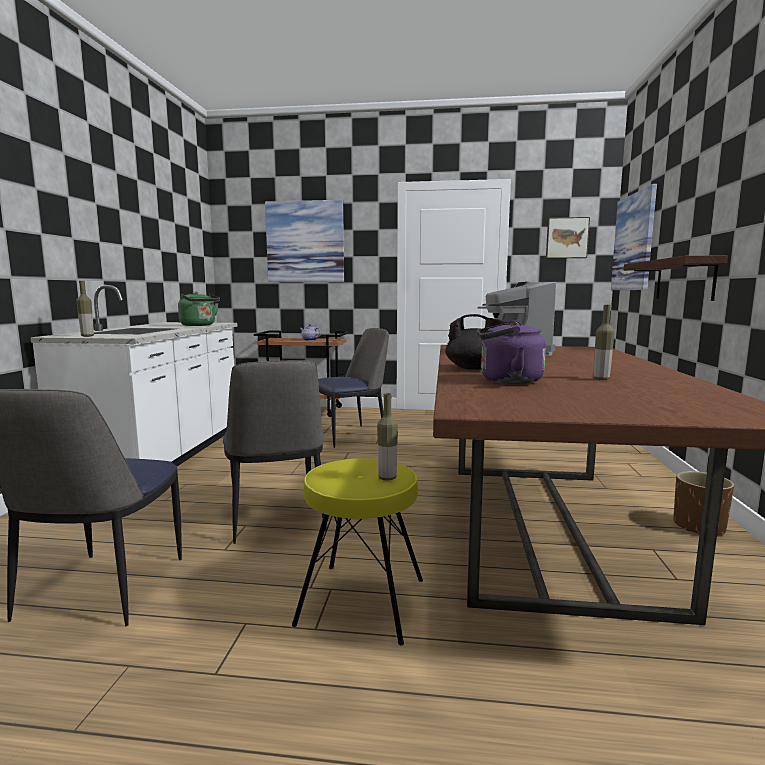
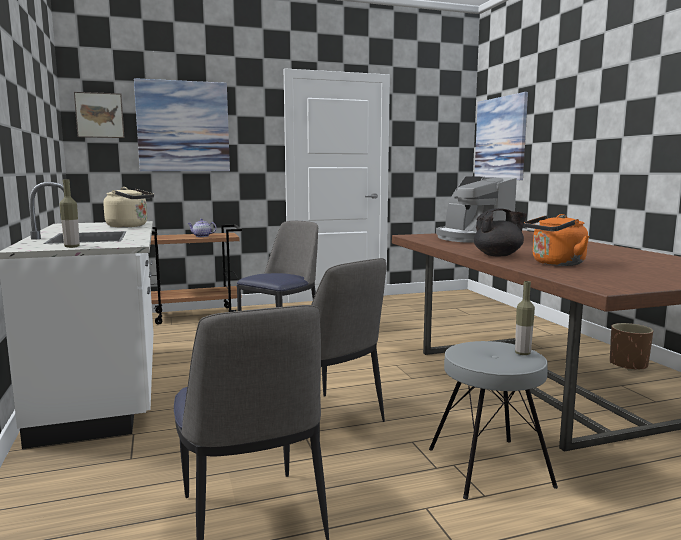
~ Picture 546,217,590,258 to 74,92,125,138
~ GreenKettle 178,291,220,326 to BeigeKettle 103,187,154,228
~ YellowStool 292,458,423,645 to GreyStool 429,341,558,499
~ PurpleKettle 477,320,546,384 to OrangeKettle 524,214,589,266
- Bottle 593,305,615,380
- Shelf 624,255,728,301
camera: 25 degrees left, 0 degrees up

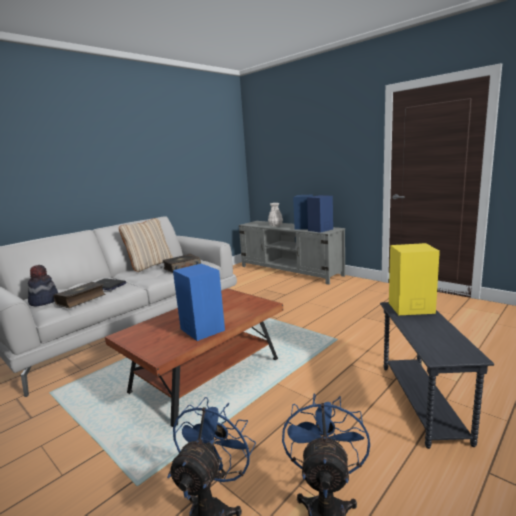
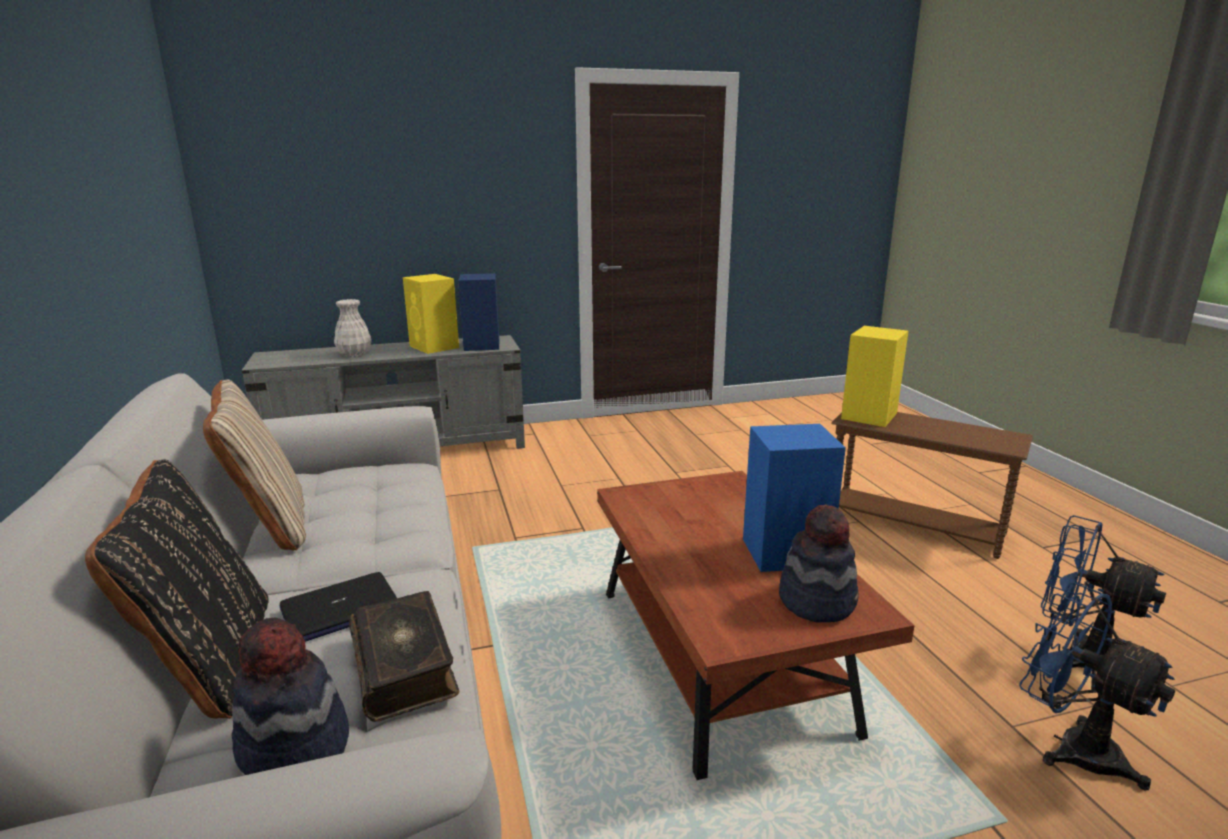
+ BlackPillow 85,460,269,719
~ BlueSpeaker 293,195,313,230 to YellowSpeaker 403,274,459,354
+ Hat 779,504,859,623
~ GreySideTable 380,302,494,449 to BrownSideTable 831,412,1033,559
- Book 162,254,201,273
camera: 60 degrees left, 5 degrees up

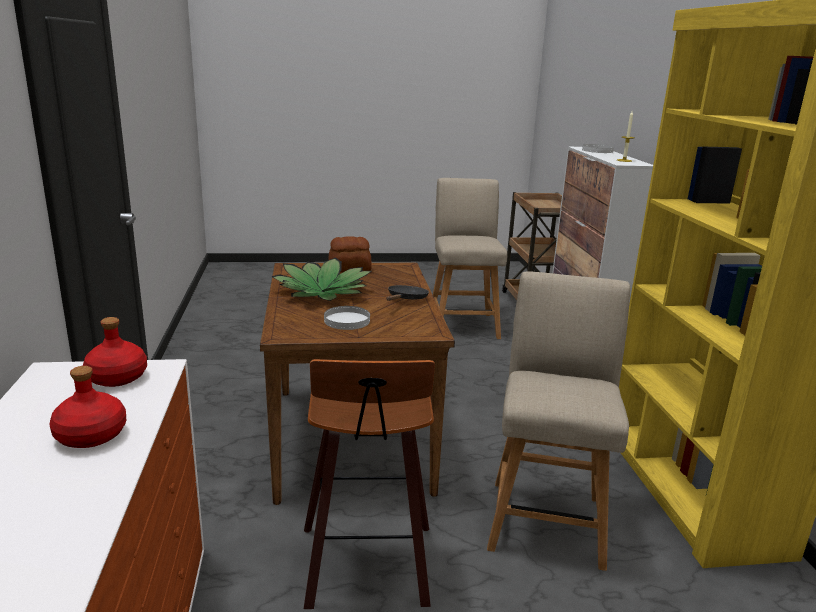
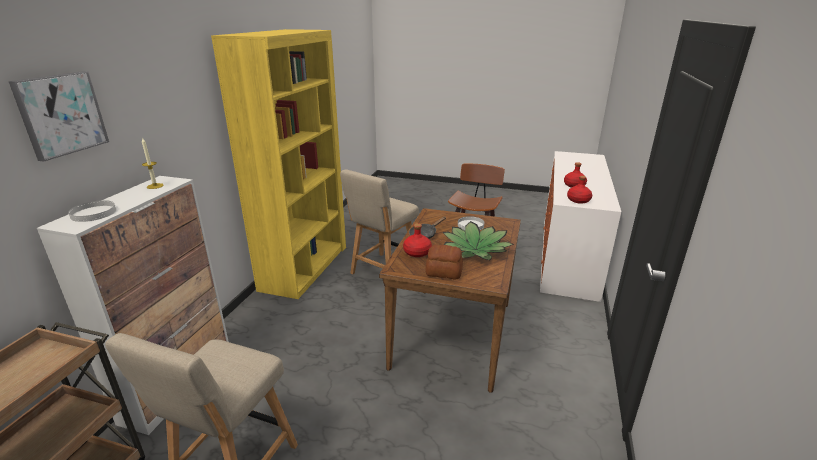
+ Picture 8,71,109,162
+ RedBottle 403,223,432,257
camera: 155 degrees left, 5 degrees up

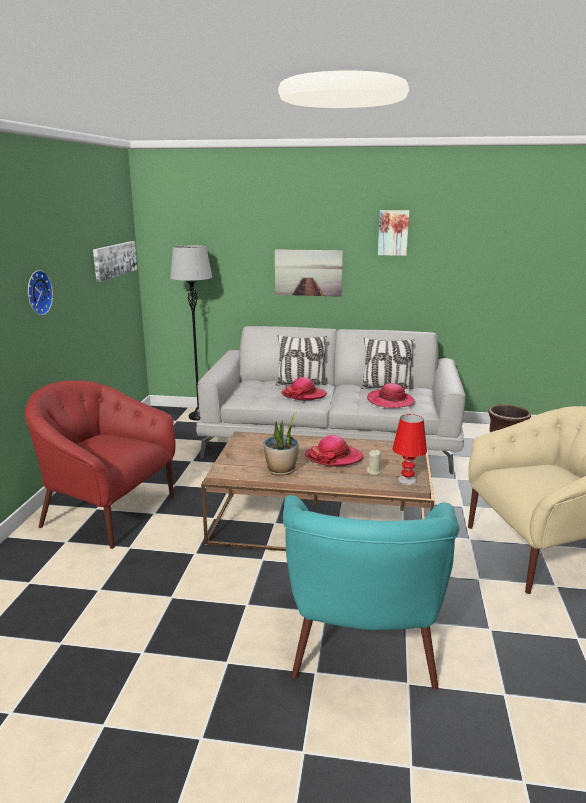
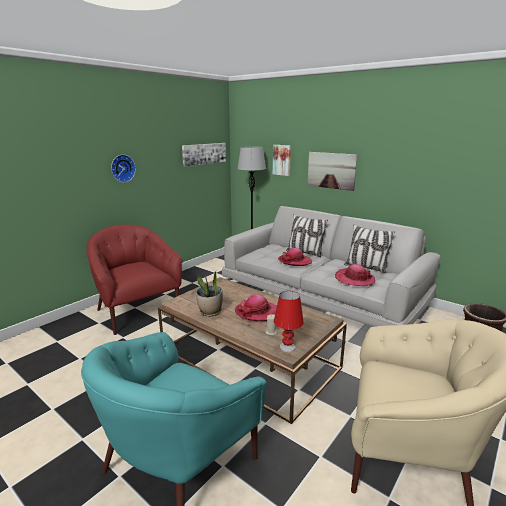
~ Picture 378,210,409,256 to 273,145,291,176
camera: 30 degrees right, 0 degrees up

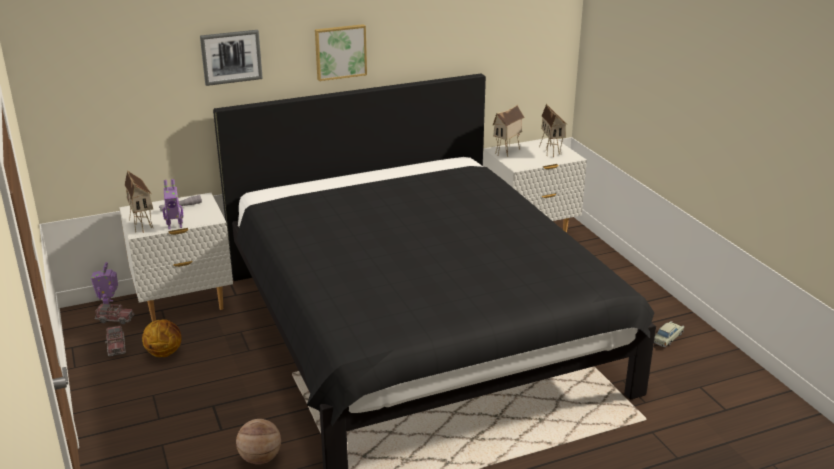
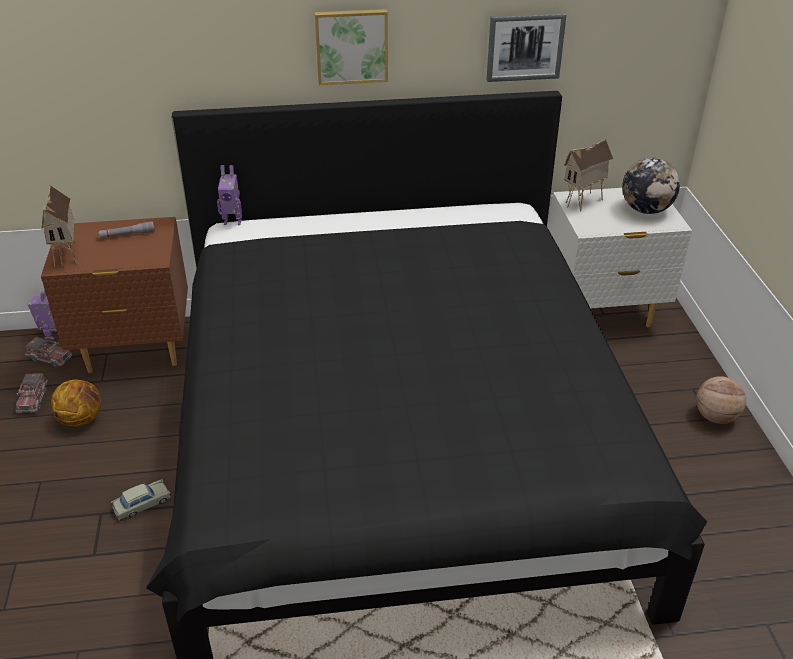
~ WhiteNightstand 119,193,233,322 to BrownNightstand 41,217,188,373
~ BeigeToyCar 654,321,684,347 to 110,479,171,521
~ ToyRobot 163,179,184,229 to 217,165,242,225
~ Picture 200,30,263,86 to 487,13,566,82
~ ToyHouse 539,103,568,157 to Globe 622,157,680,214
~ Basketball 236,419,281,464 to 696,376,746,424
camera: 15 degrees right, 10 degrees up

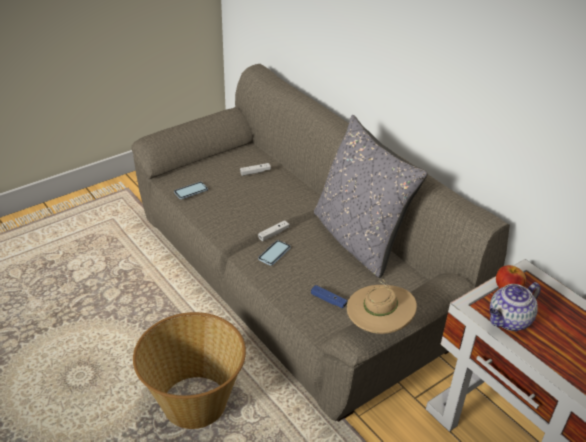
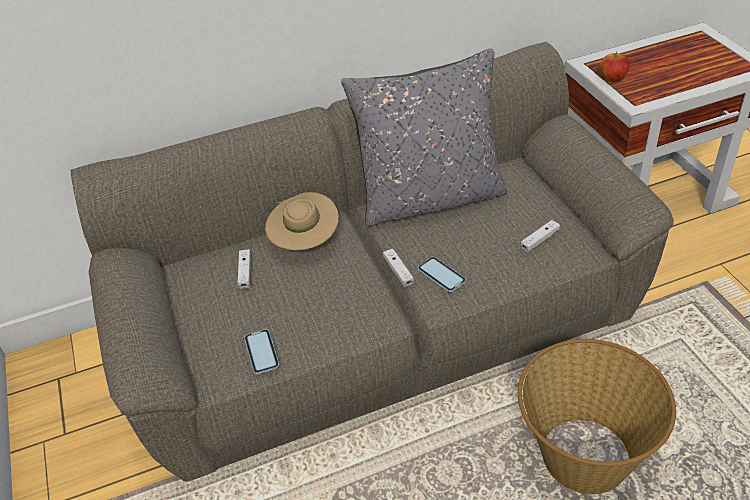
~ BeigeHat 347,279,417,334 to 265,192,339,250
~ BlueGameController 311,285,347,308 to WhiteGameController 521,220,560,252
- Teapot 490,282,541,331
camera: 70 degrees left, 5 degrees up

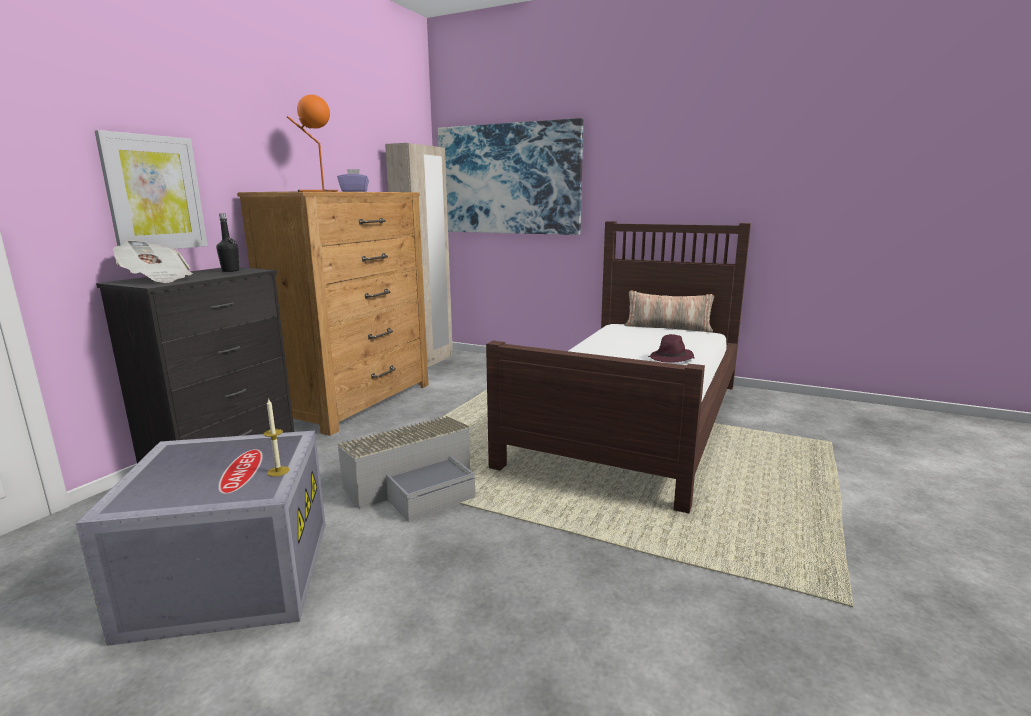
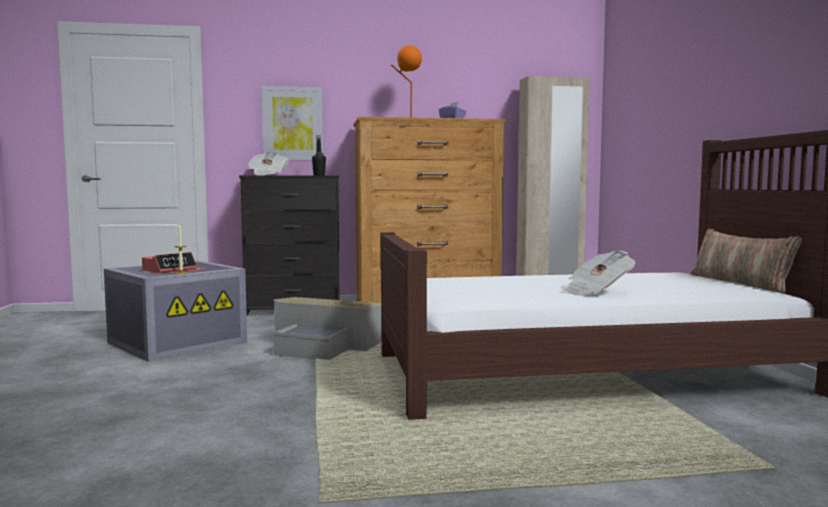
+ AlarmClock 142,252,197,273
~ PurpleHat 648,334,694,363 to Newspaper 562,251,636,294
- Picture 438,118,583,235
camera: 55 degrees right, 10 degrees down

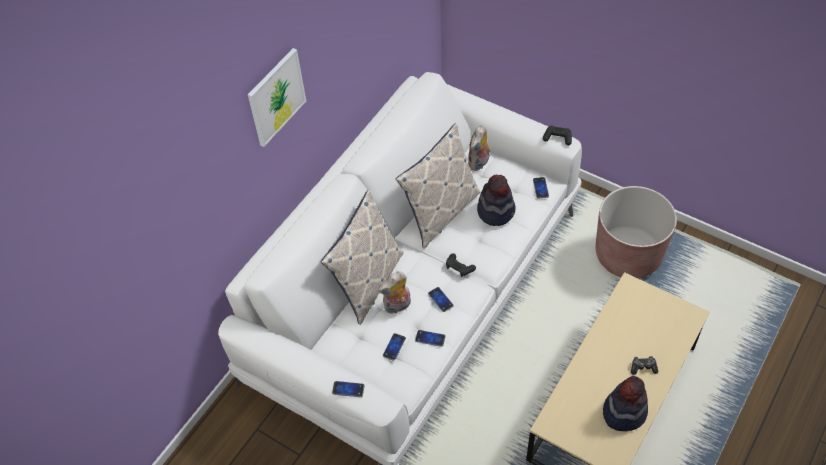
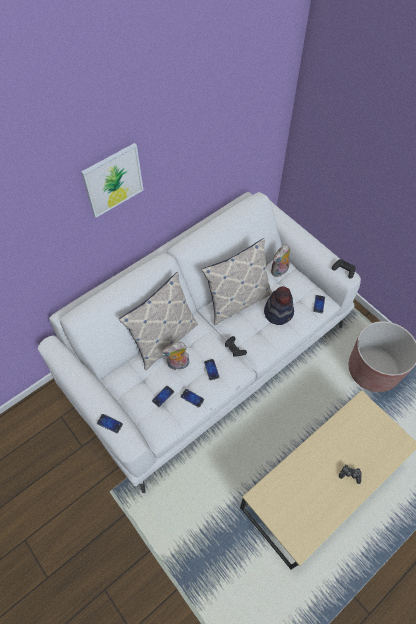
- Hat 603,376,648,431
camera: 15 degrees right, 5 degrees up

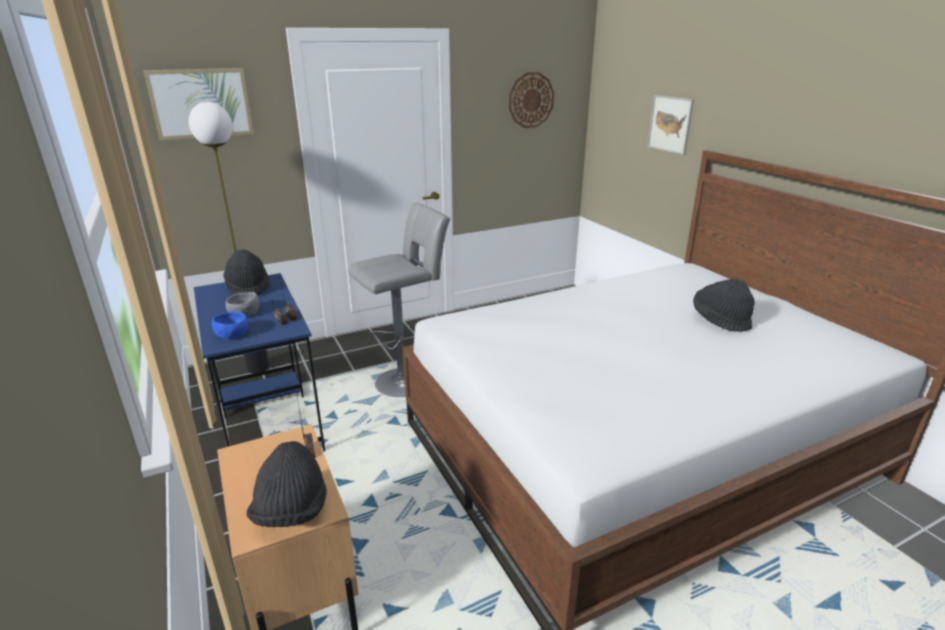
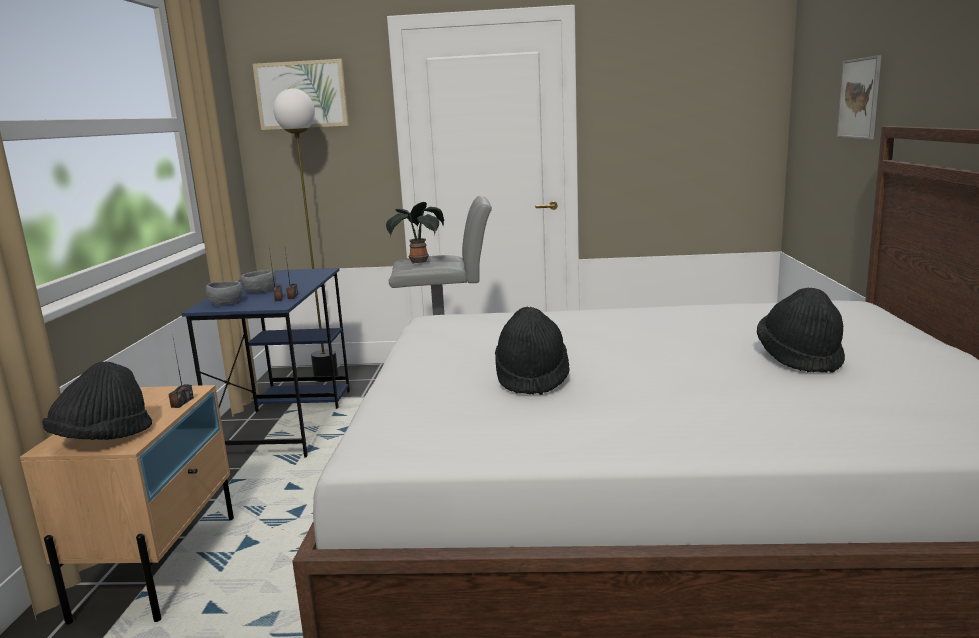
~ BlueBowl 212,311,249,340 to GreyBowl 206,281,243,306
+ PottedPlant 386,202,444,264
~ BlackHat 223,249,270,296 to 495,307,570,395
- WallClock 509,72,554,128
camera: 30 degrees right, 10 degrees down

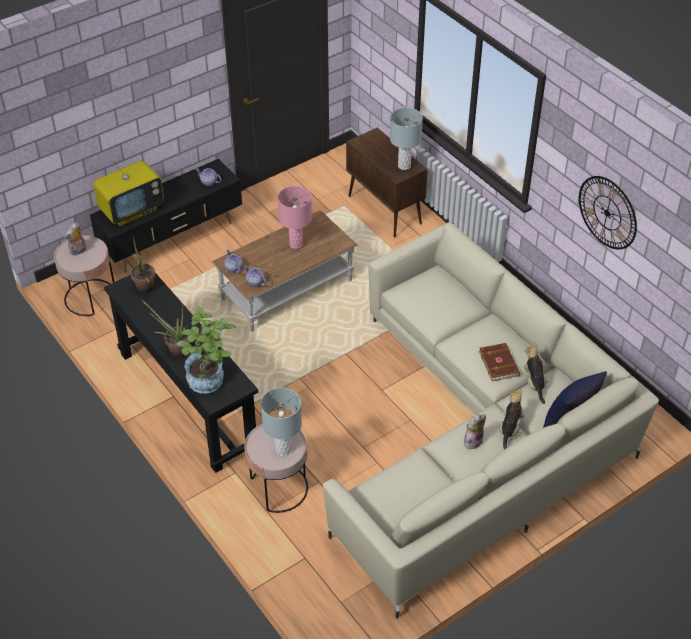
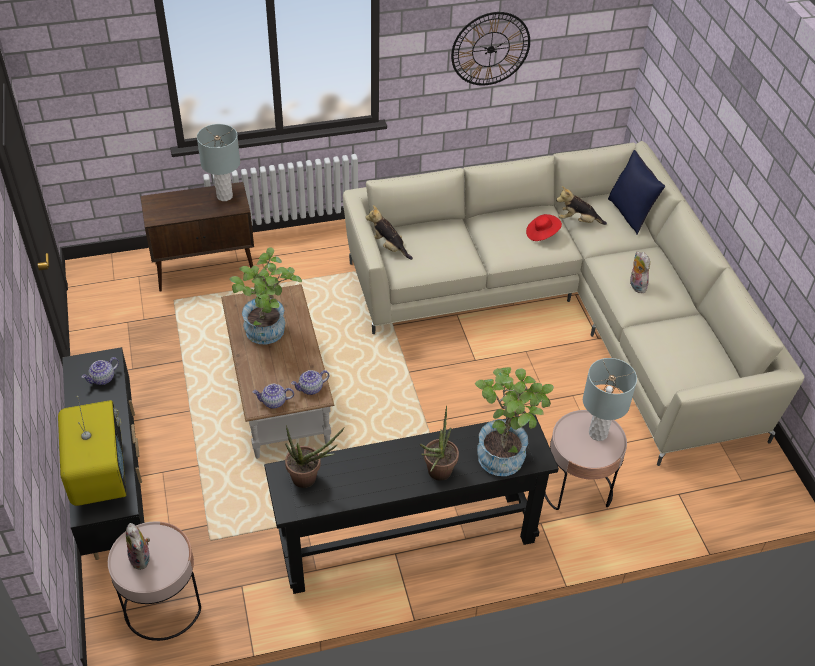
~ PinkTableLamp 278,186,312,249 to PottedPlant 229,247,302,345
~ PlushToy 499,389,525,450 to 365,205,413,260
~ BrownBook 479,343,520,381 to RedHat 526,214,562,241
camera: 70 degrees left, 0 degrees up

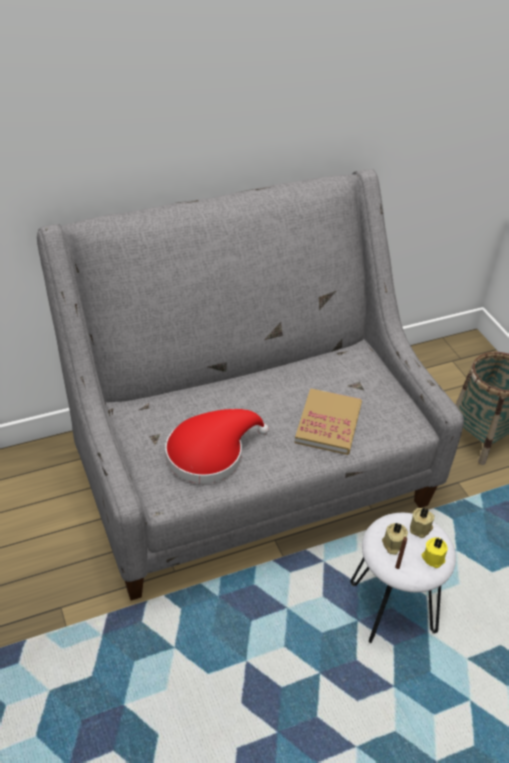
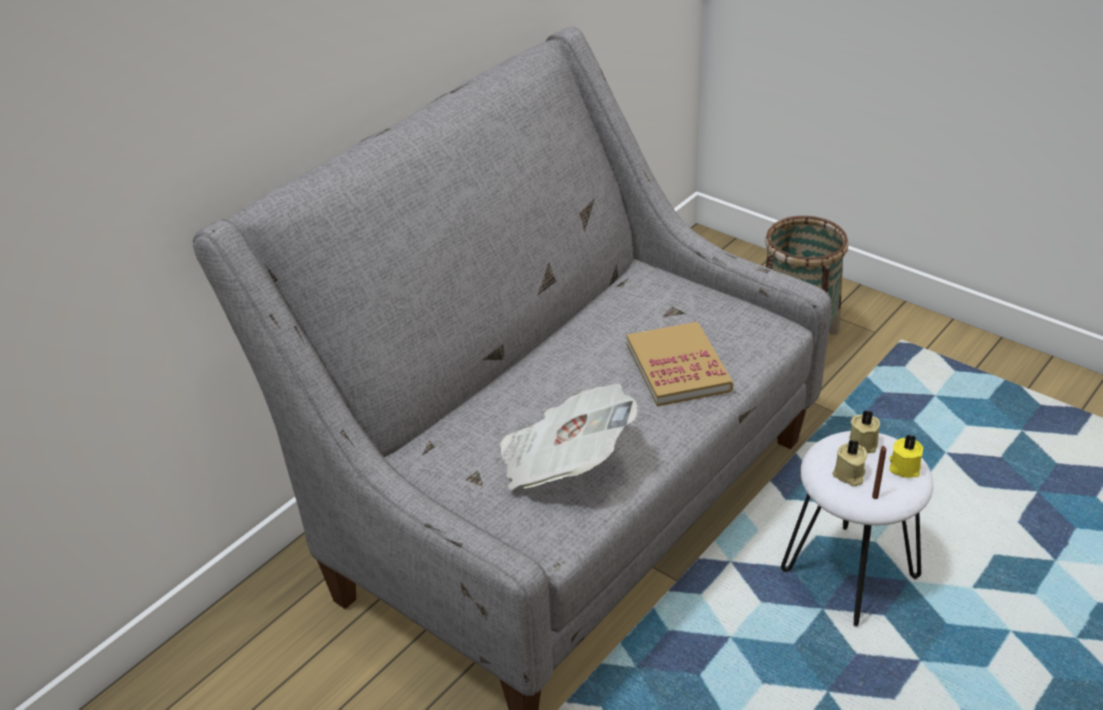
~ RedHat 165,409,269,483 to Newspaper 500,383,637,490
camera: 25 degrees left, 5 degrees down

